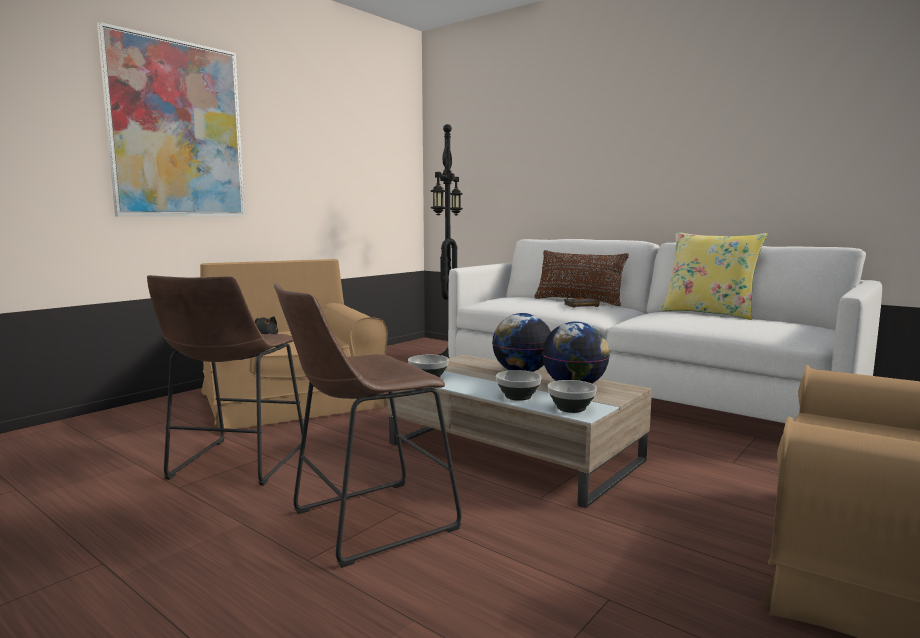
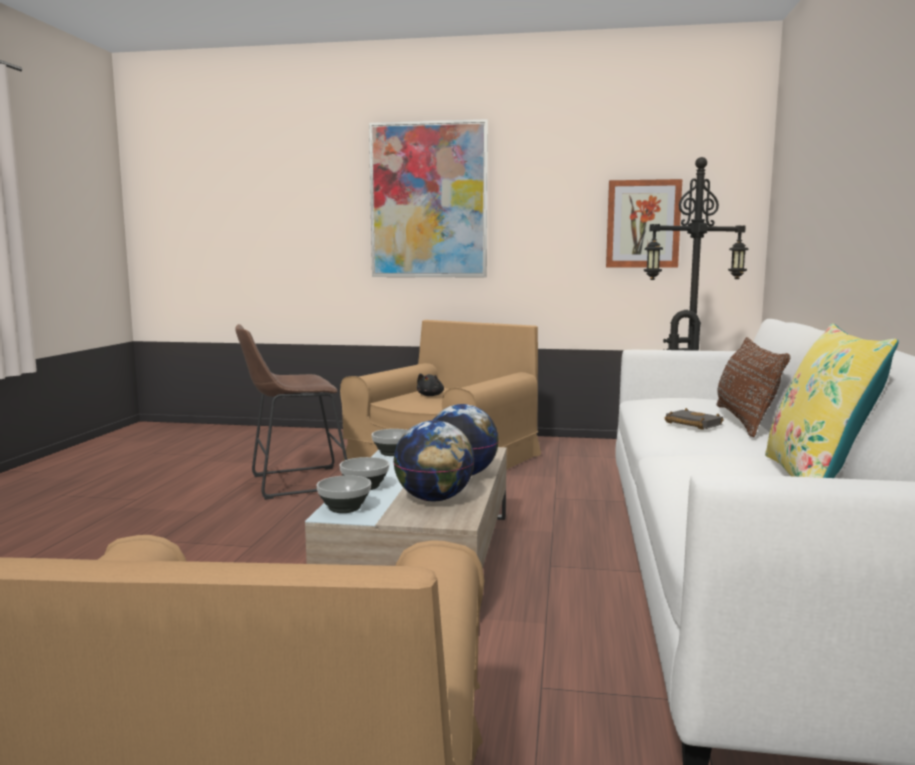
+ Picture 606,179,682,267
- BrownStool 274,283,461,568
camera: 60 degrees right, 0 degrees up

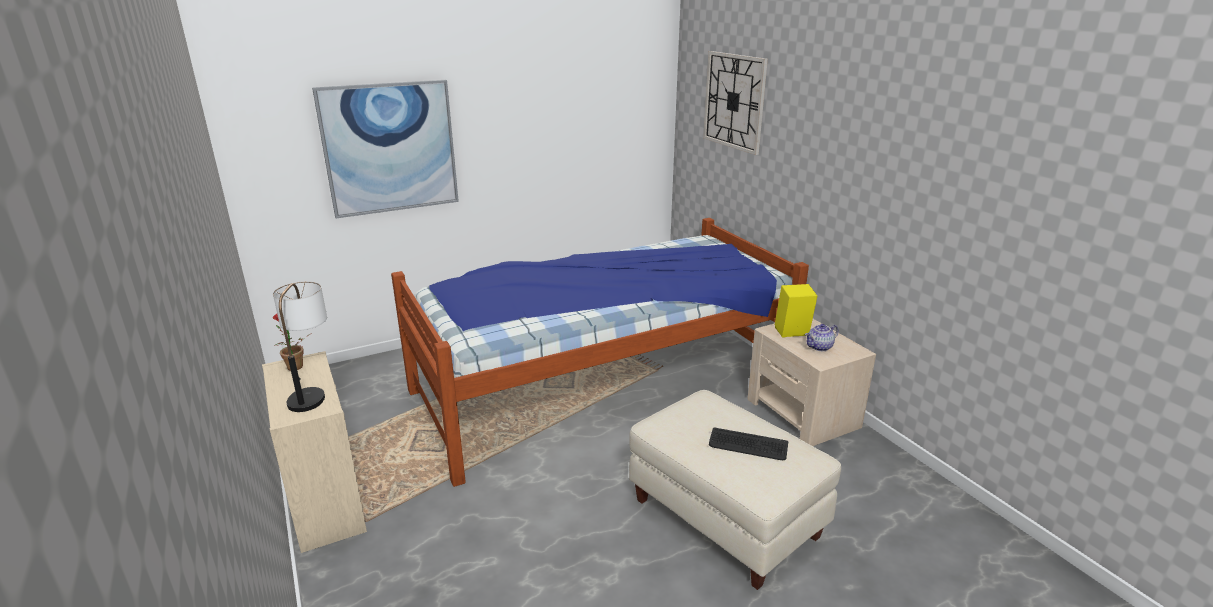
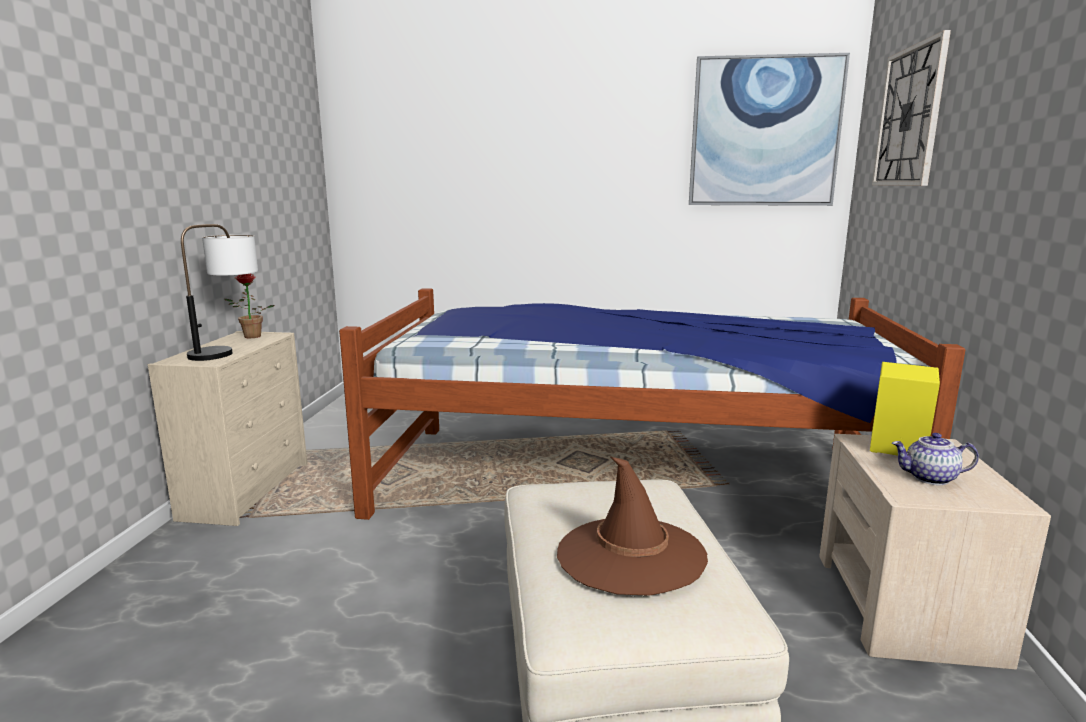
~ Keyboard 709,428,788,460 to BrownHat 557,457,708,596
~ Picture 312,80,459,218 to 689,53,850,206
camera: 35 degrees right, 10 degrees down

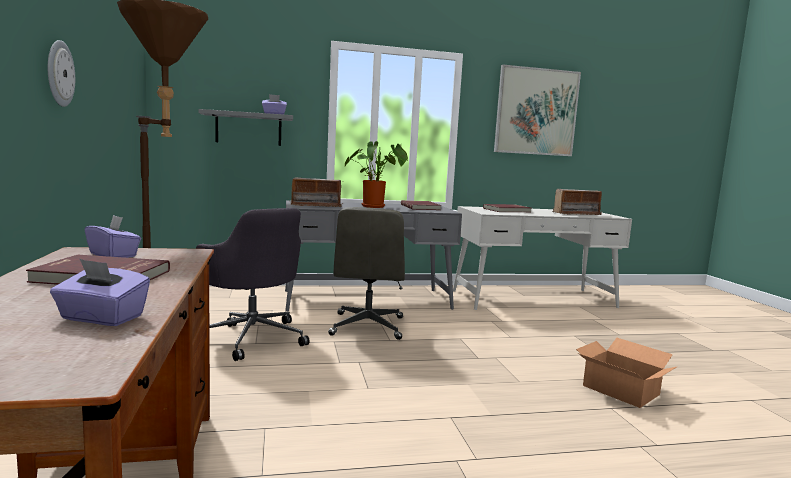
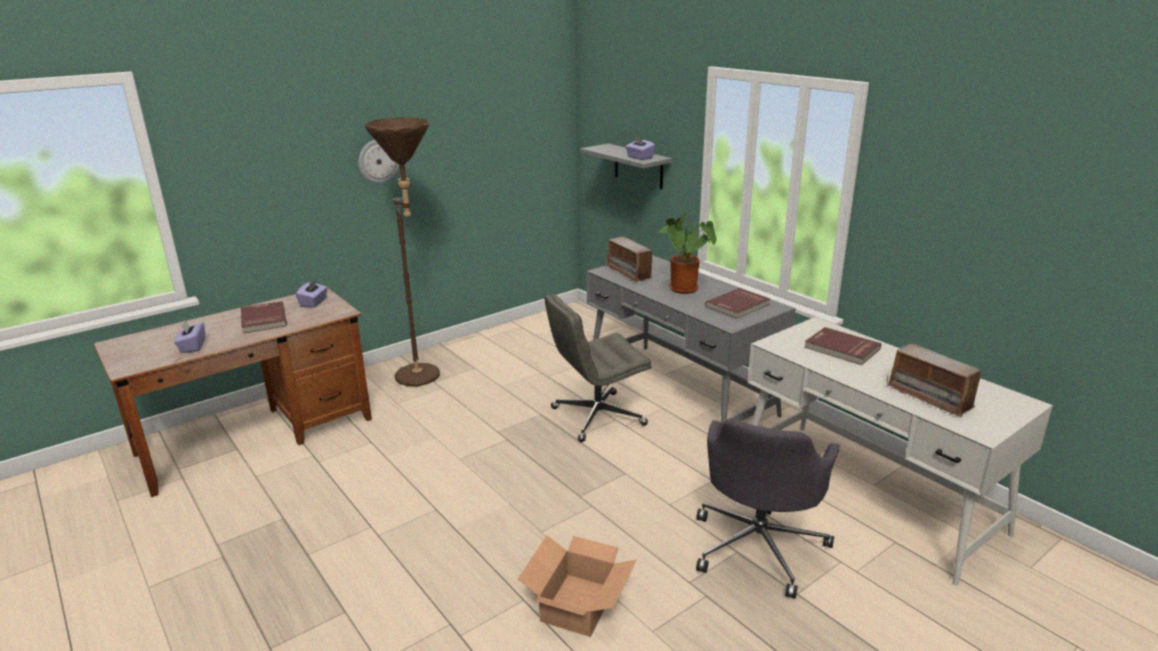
~ GreyOfficeChair 196,208,310,361 to 696,419,840,599
- Picture 494,65,581,156
camera: 65 degrees right, 15 degrees up

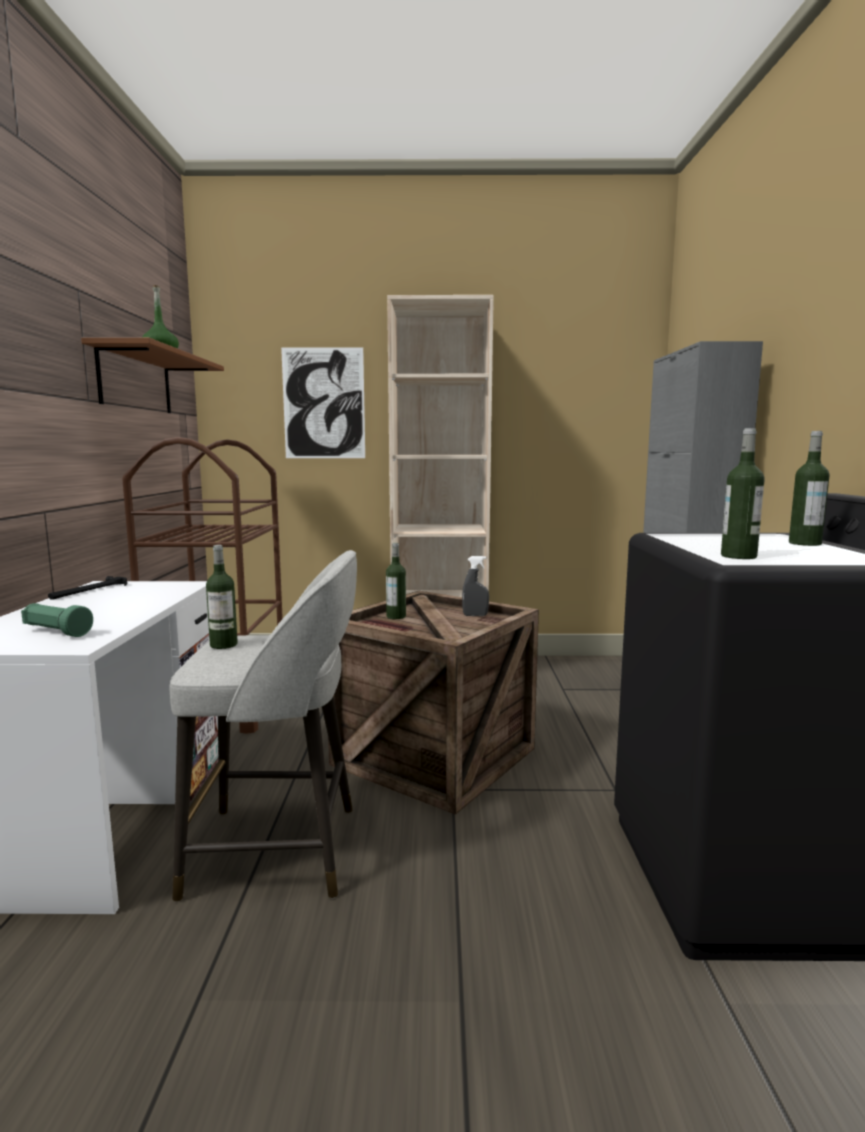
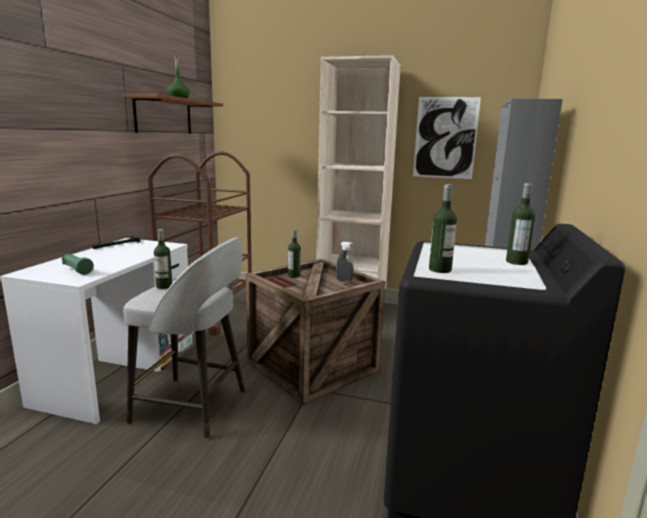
~ Picture 281,347,365,458 to 413,97,481,179
camera: 15 degrees right, 5 degrees up

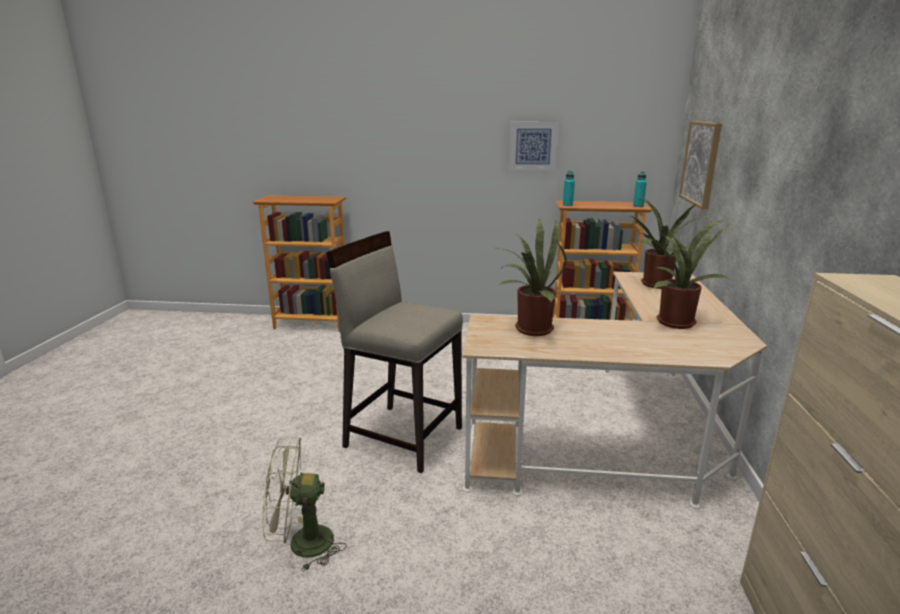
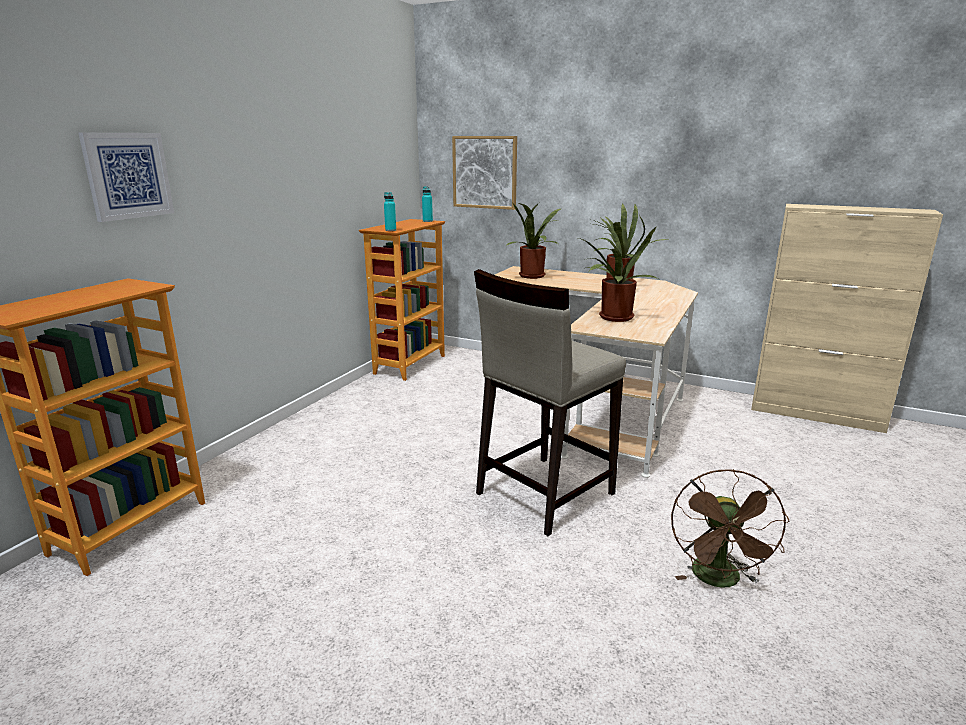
~ Picture 509,122,559,171 to 78,133,174,222
~ GreenFan 262,437,346,572 to BrownFan 671,469,789,588
camera: 70 degrees left, 0 degrees up

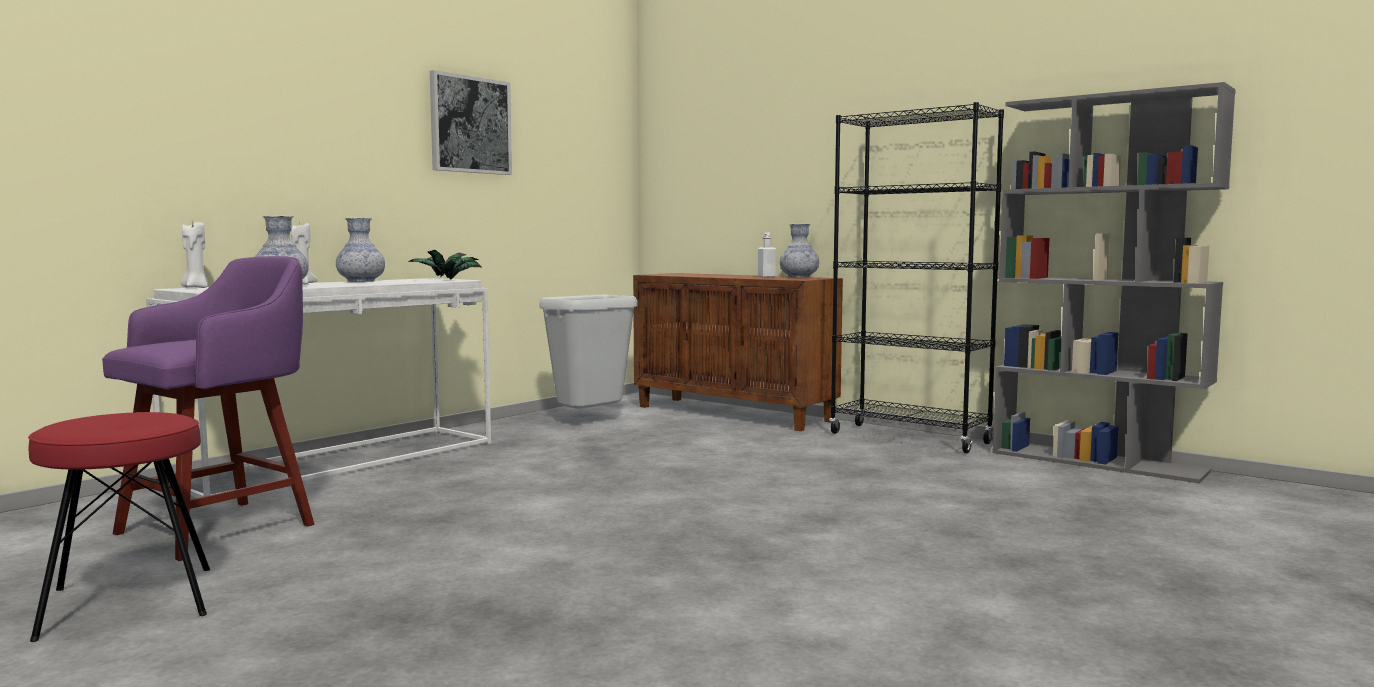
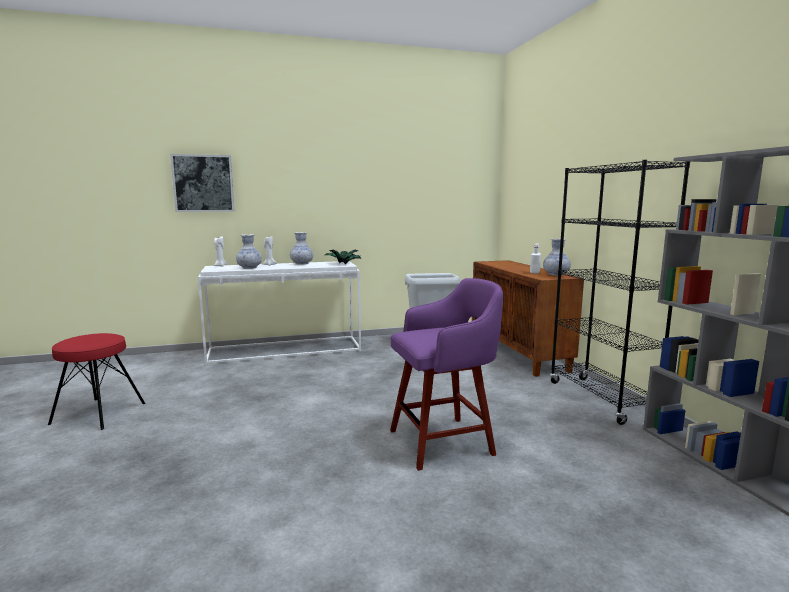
~ Picture 430,70,512,175 to 170,154,235,212
~ PurpleStool 102,256,314,561 to 390,278,503,471
camera: 35 degrees right, 5 degrees up

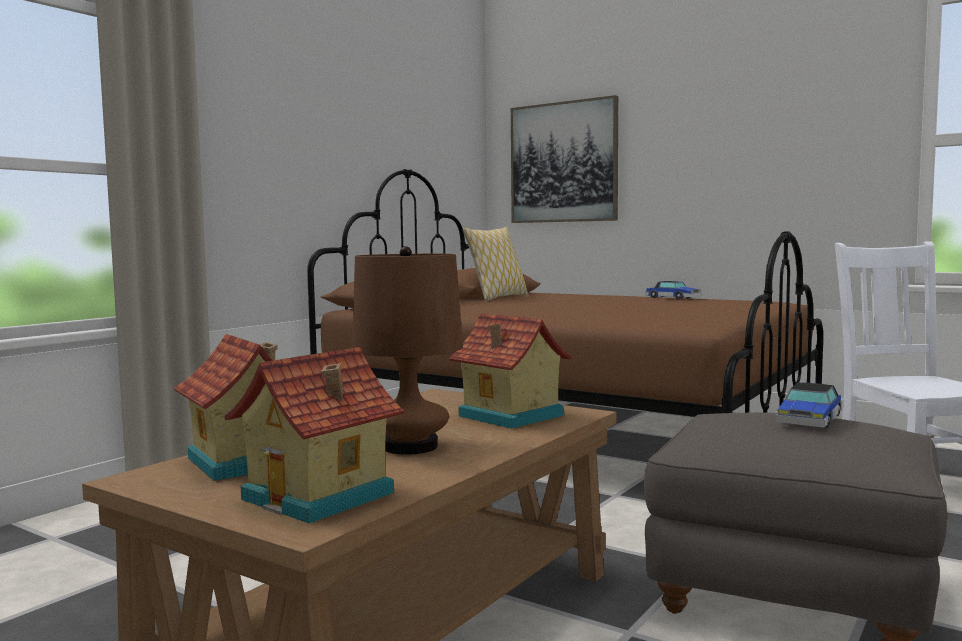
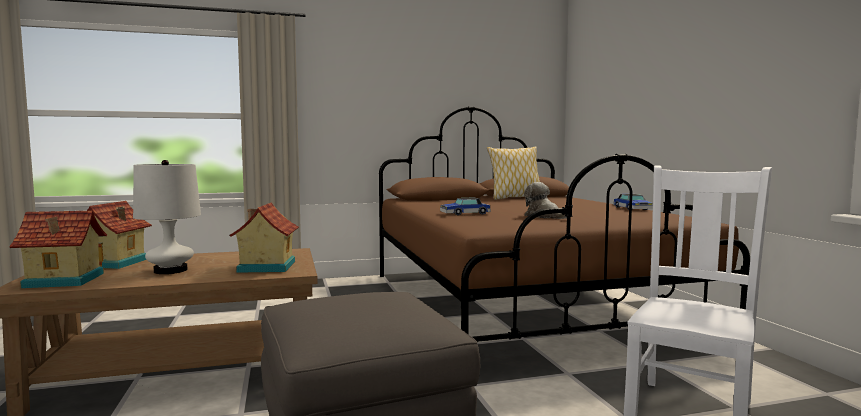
~ BrownTableLamp 352,246,463,455 to WhiteTableLamp 133,160,201,274
~ ToyCar 776,382,842,428 to 440,197,491,215
+ PlushToy 524,182,567,219
- Picture 511,95,618,223
camera: 40 degrees right, 0 degrees up

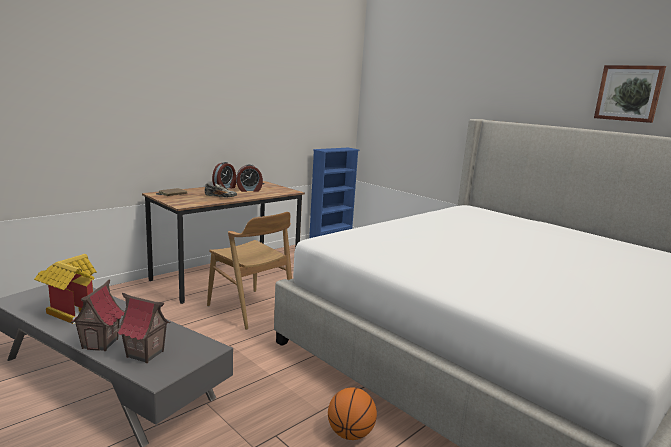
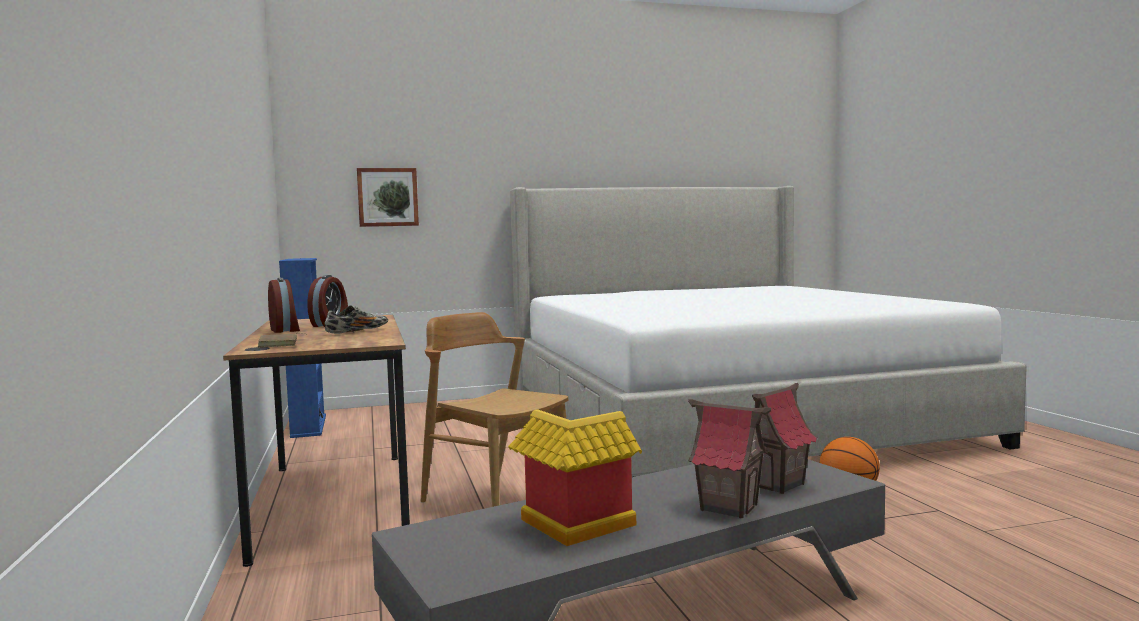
~ Picture 594,65,666,123 to 357,168,419,227
~ BrownChair 207,212,292,330 = 421,312,569,507 120 degrees counterclockwise
camera: 60 degrees left, 10 degrees down

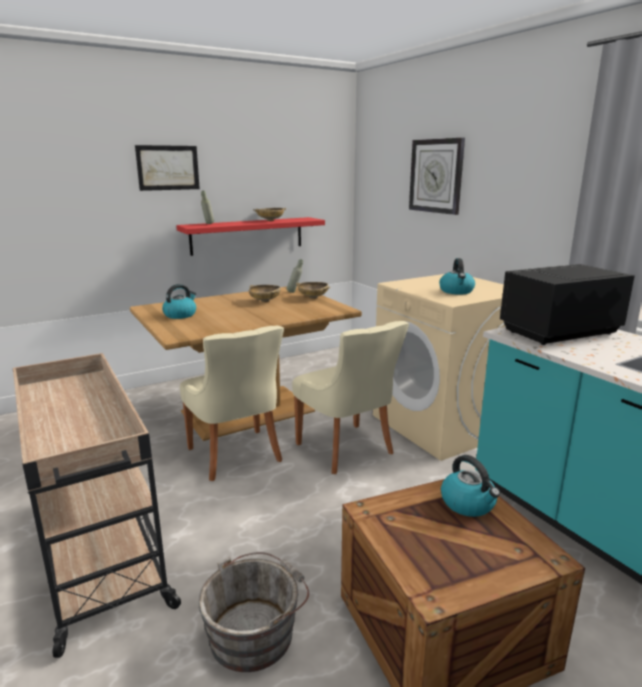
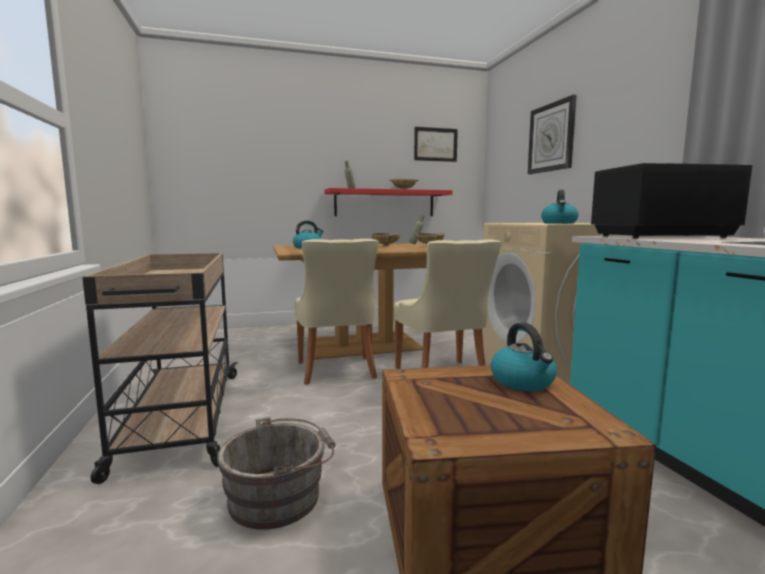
~ Picture 135,145,200,191 to 414,127,458,162
camera: 15 degrees right, 10 degrees down

